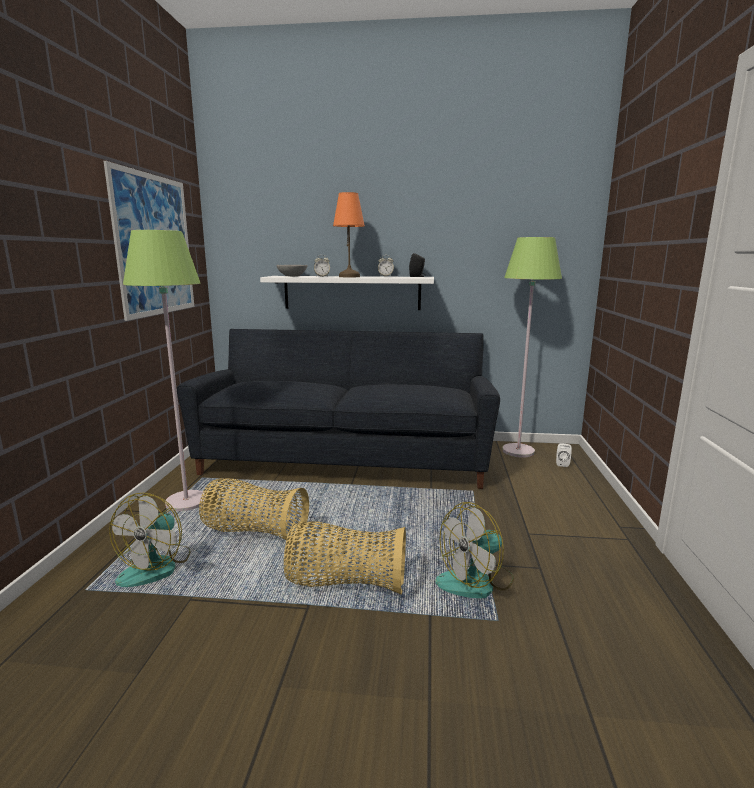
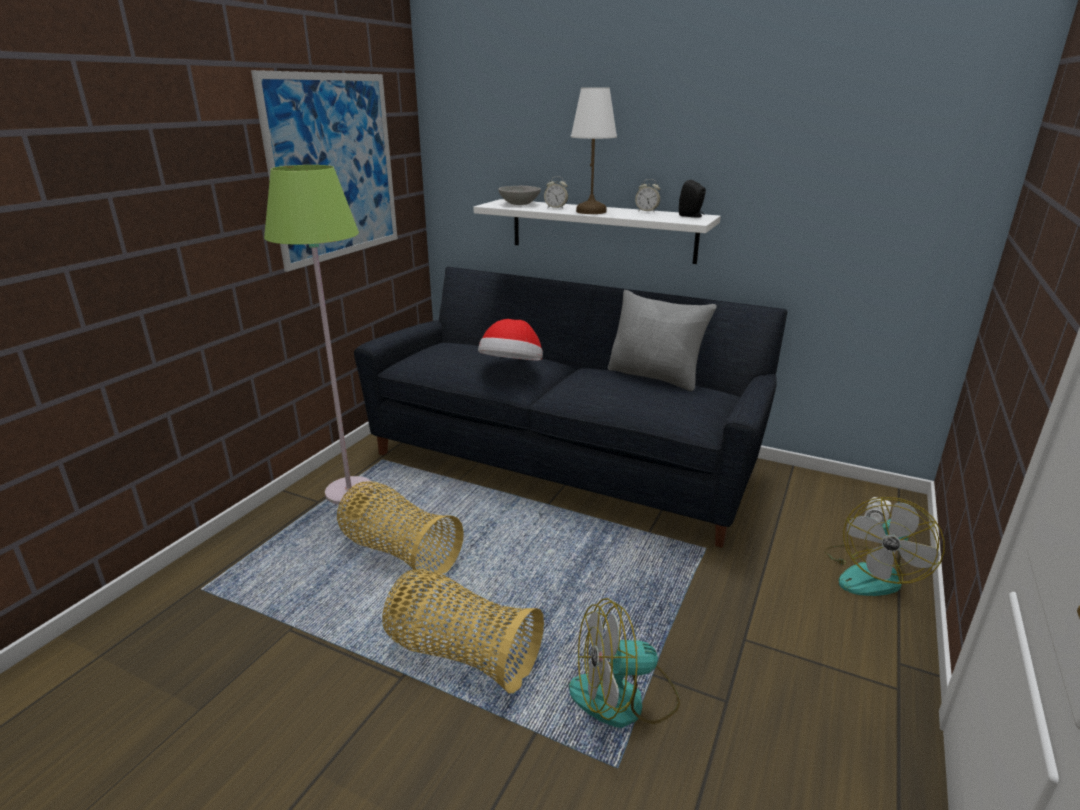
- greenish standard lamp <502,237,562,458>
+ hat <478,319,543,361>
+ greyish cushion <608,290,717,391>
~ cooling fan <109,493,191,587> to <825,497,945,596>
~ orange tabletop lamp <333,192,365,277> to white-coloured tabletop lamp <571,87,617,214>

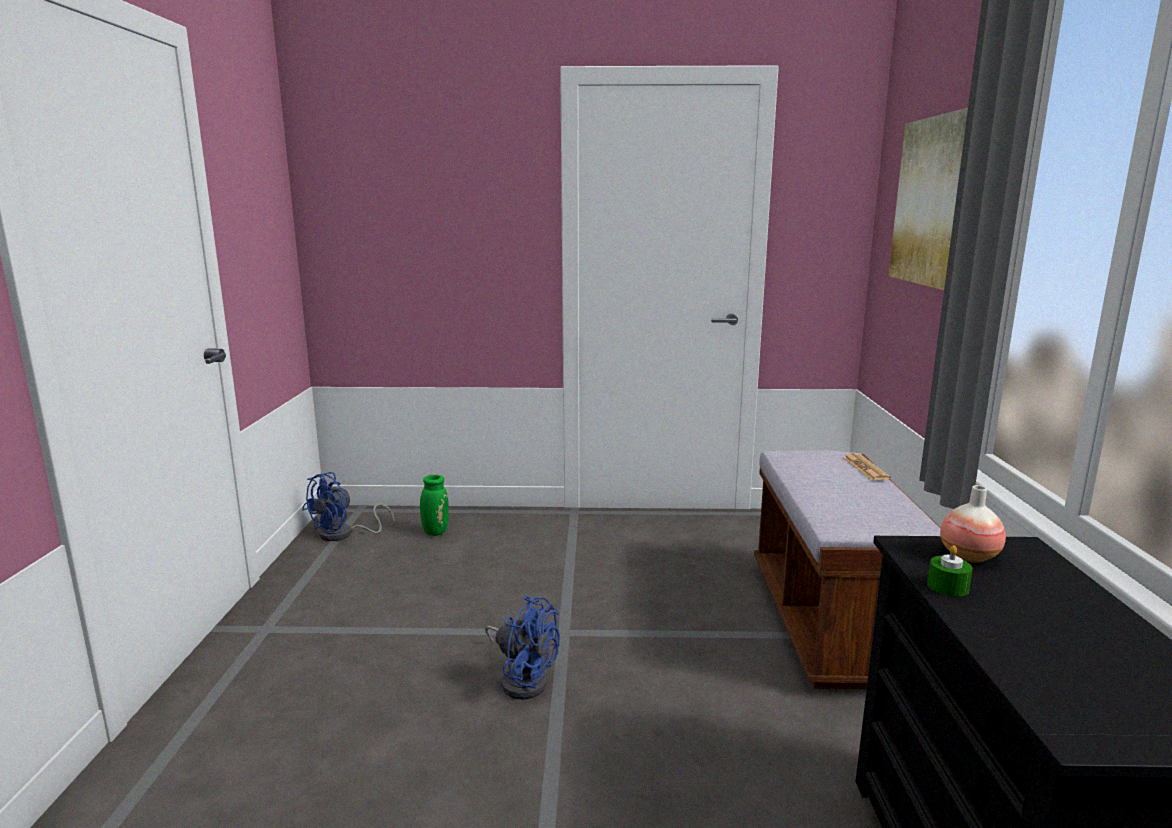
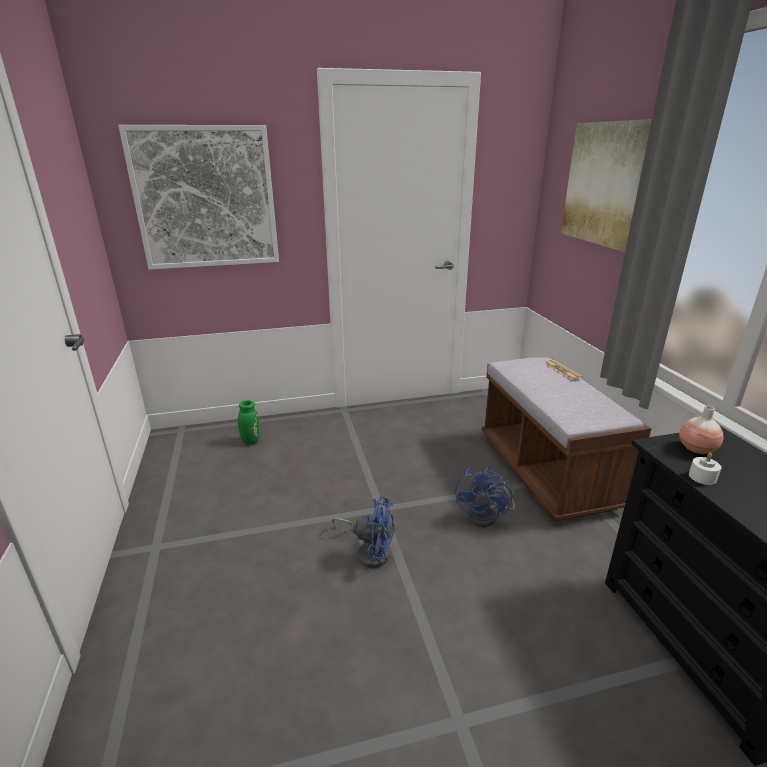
+ picture <118,125,279,270>
~ bluish cooling fan <302,472,395,541> to <455,467,515,527>
~ greenish wax candle <927,545,973,597> to white-coloured wax candle <689,453,721,485>

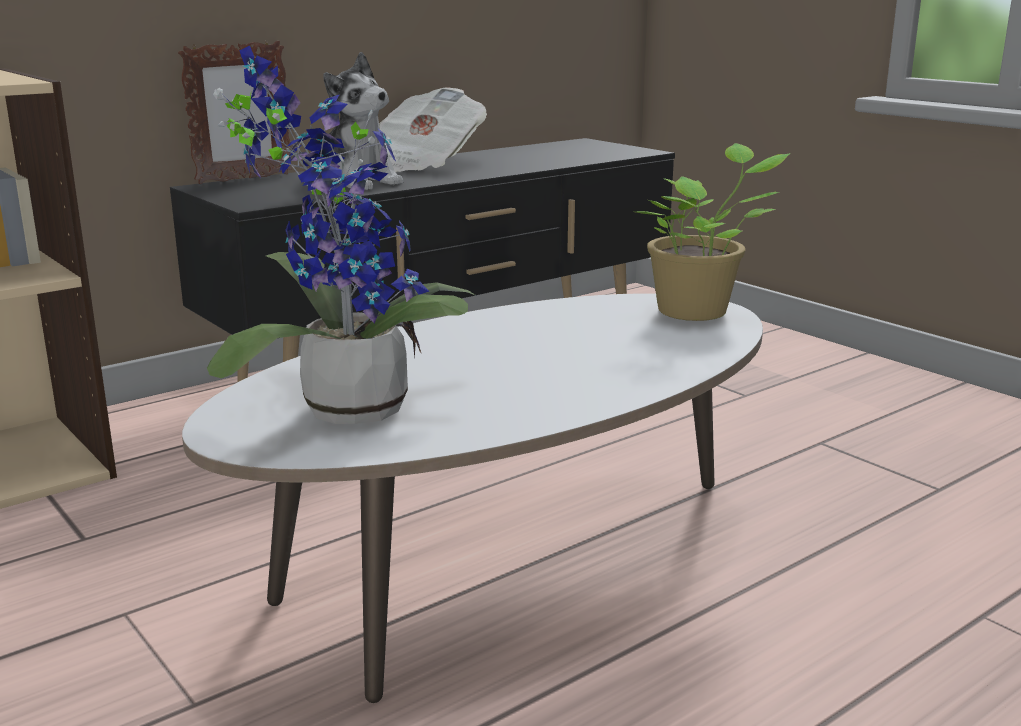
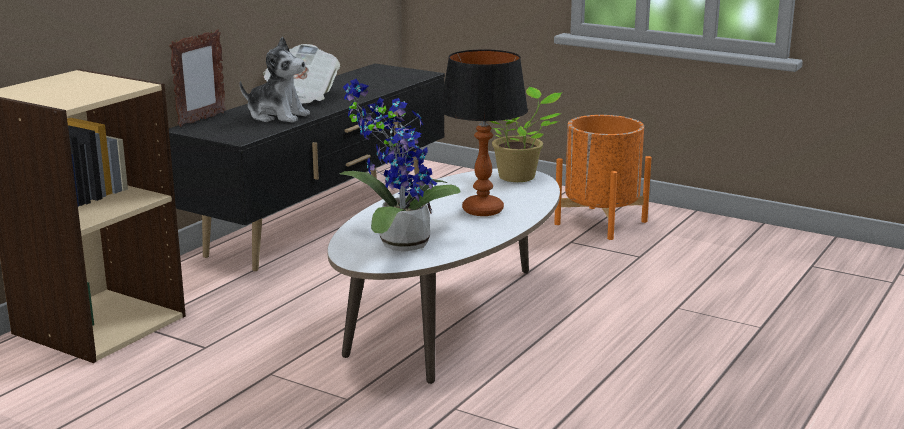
+ tabletop lamp <440,49,528,216>
+ orange flower pot <554,115,652,240>

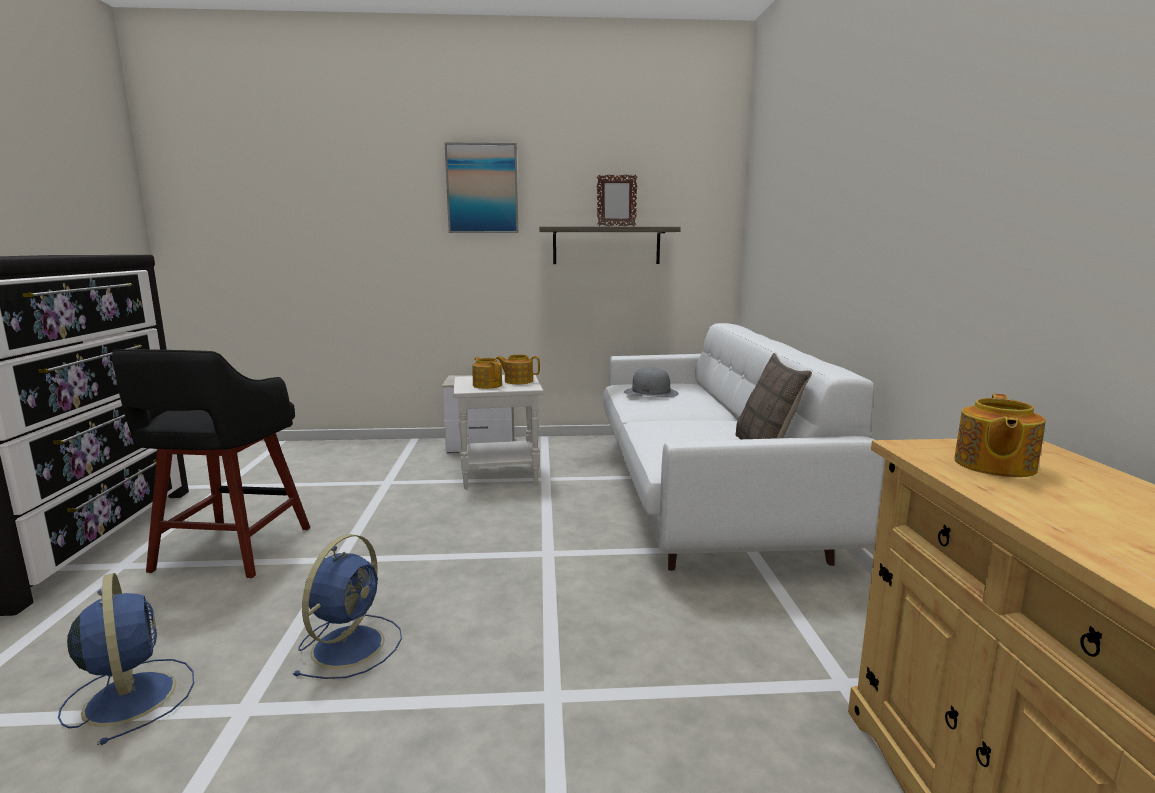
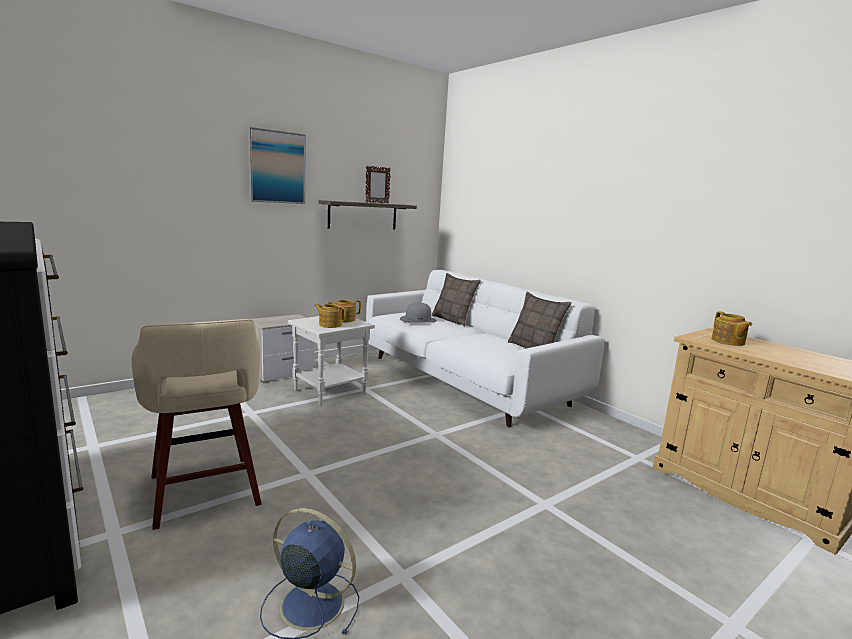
- bluish cooling fan <292,534,402,679>
+ cushion <432,273,481,326>
~ blackish sitting stool <112,349,310,578> to sand-coloured sitting stool <131,319,262,530>

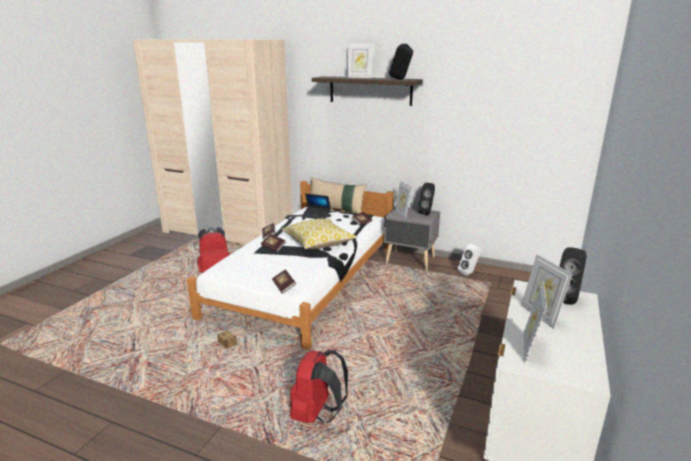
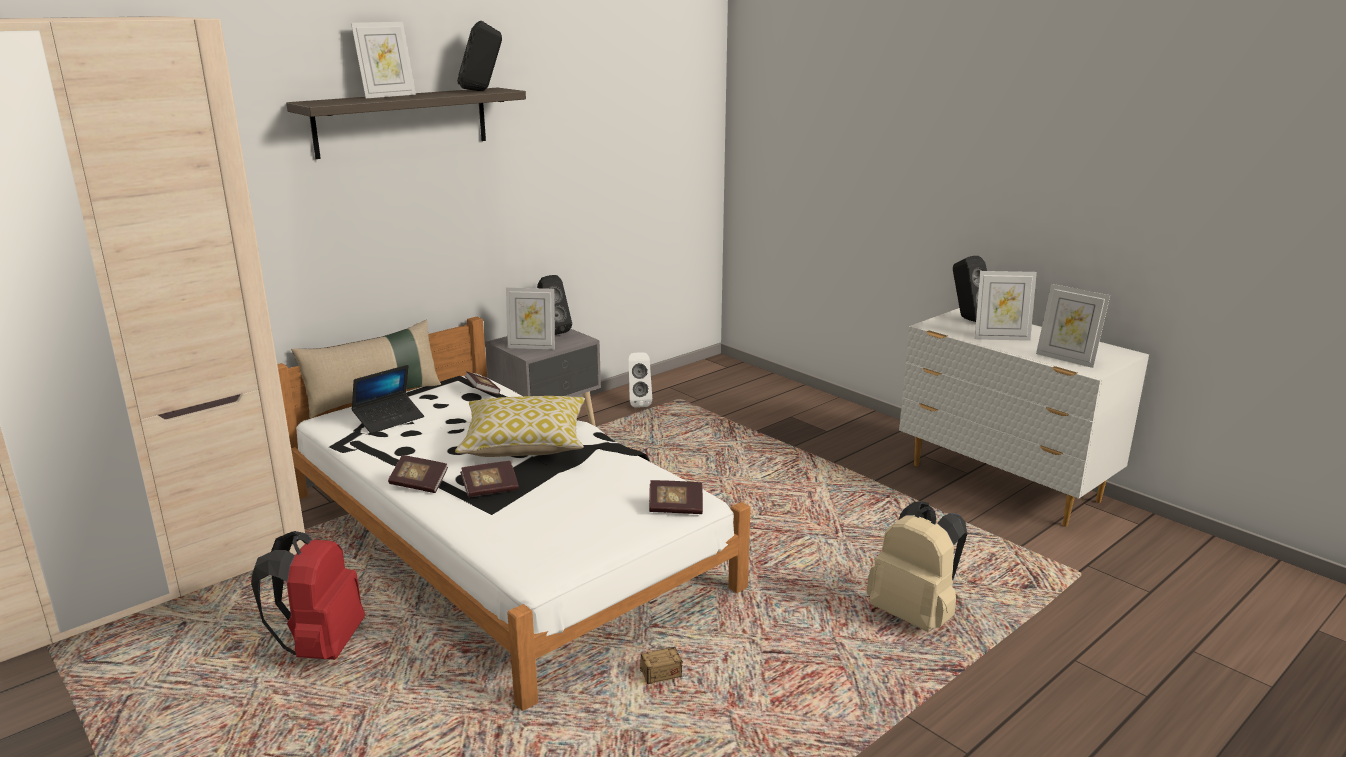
~ red-coloured rucksack <290,350,348,424> to sand-coloured rucksack <866,501,967,632>

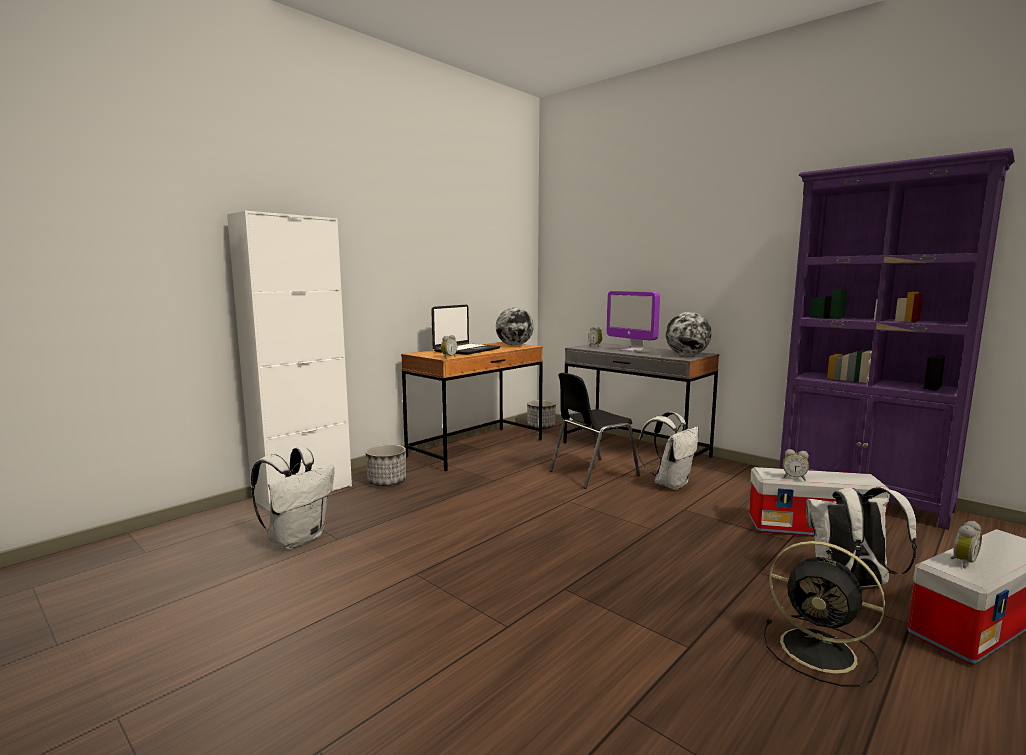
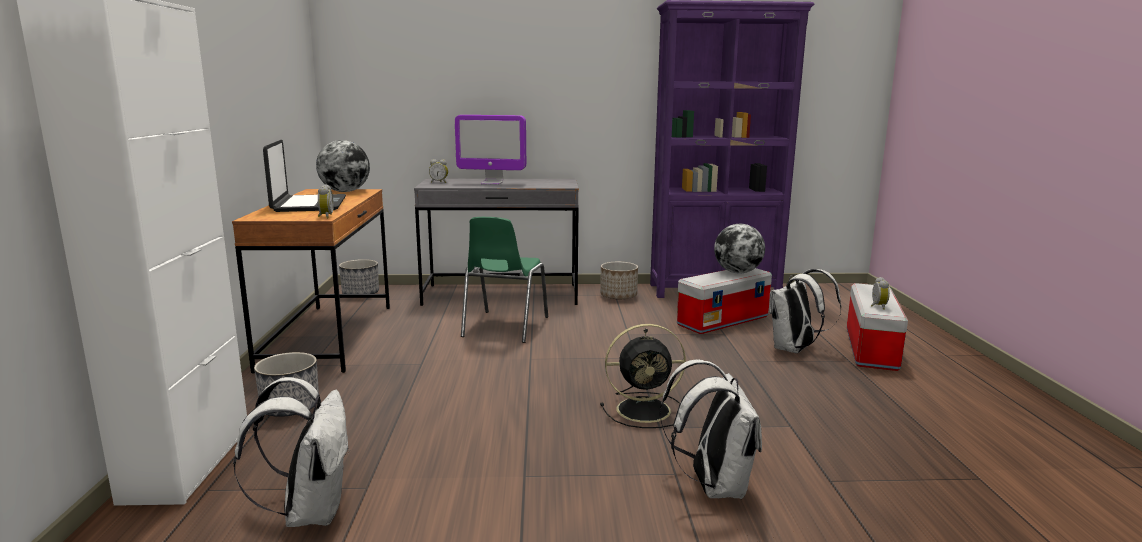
- bedside clock <783,449,809,481>
+ flower pot <600,262,638,300>
~ white-coloured rucksack <637,412,699,490> to <659,359,762,499>
~ world globe <666,312,711,356> to <714,224,765,274>
~ blackish cooling fan <764,541,885,687> to <600,324,686,428>
~ blackish upright chair <549,373,640,489> to greenish upright chair <461,217,548,343>

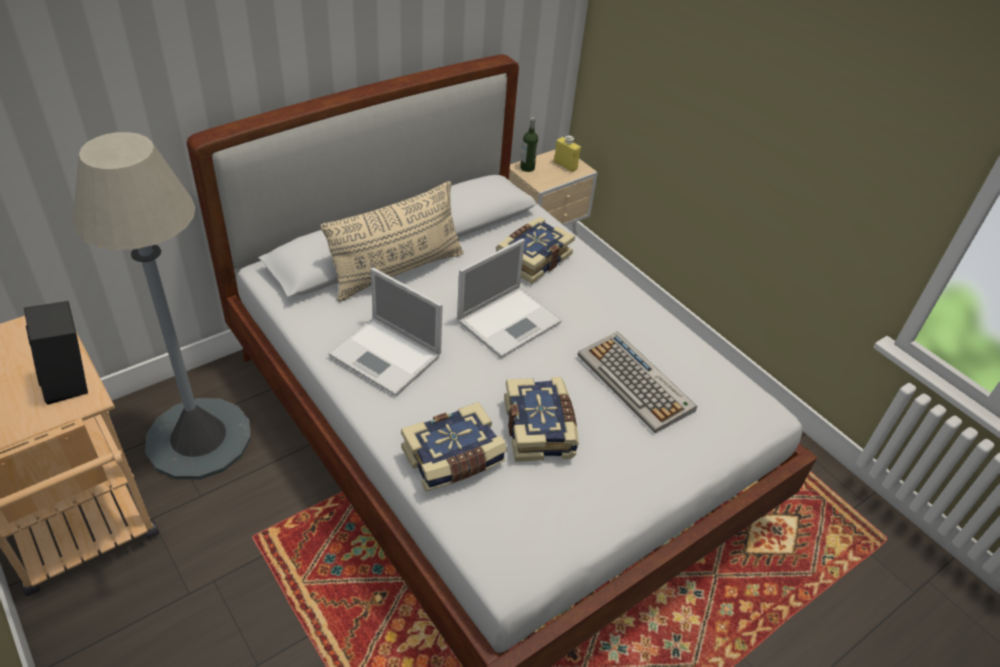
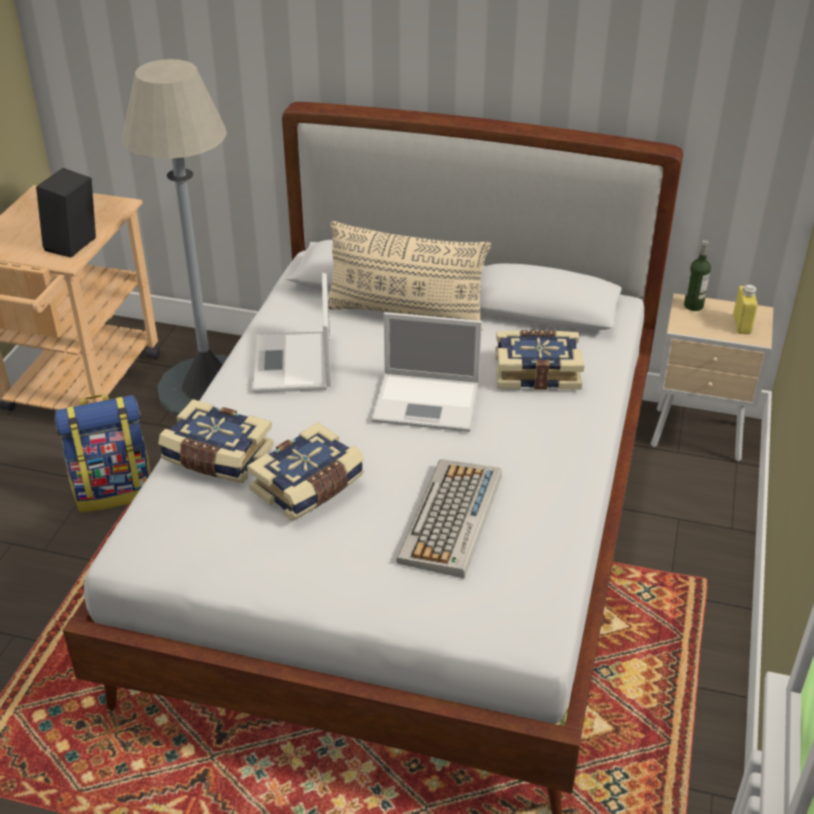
+ rucksack <55,394,151,512>

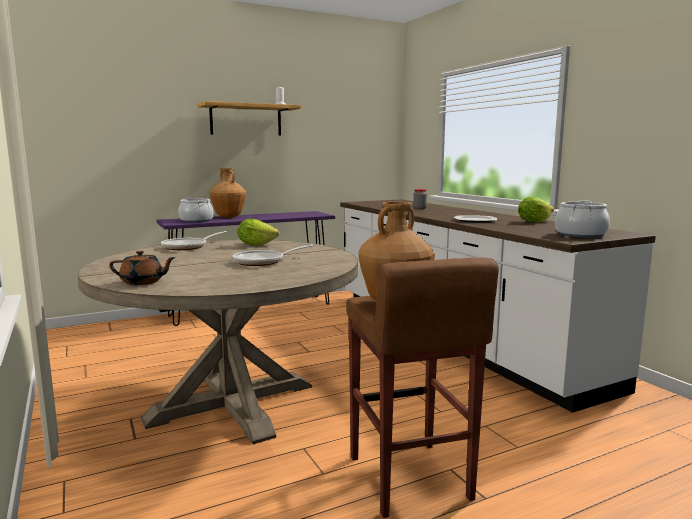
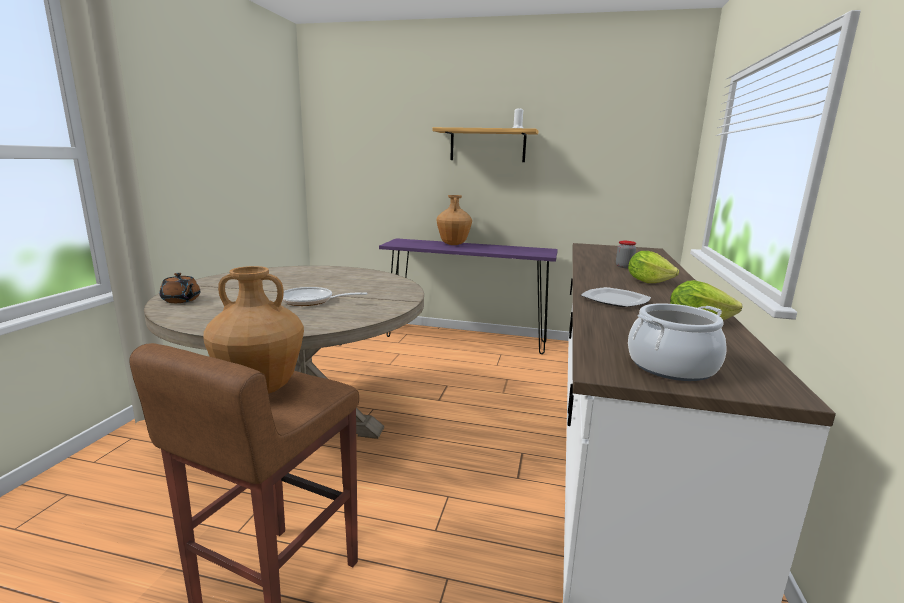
- frying pan <161,231,227,250>
- saucepot <178,198,214,222>
~ head of lettuce <238,219,280,246> to <628,251,679,283>

